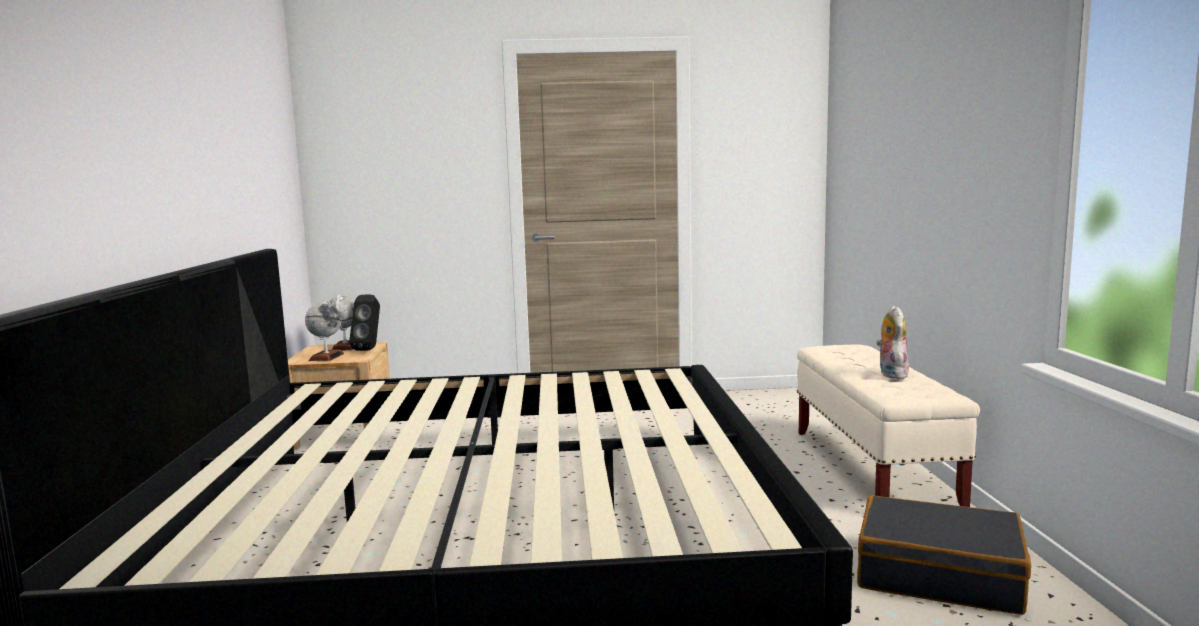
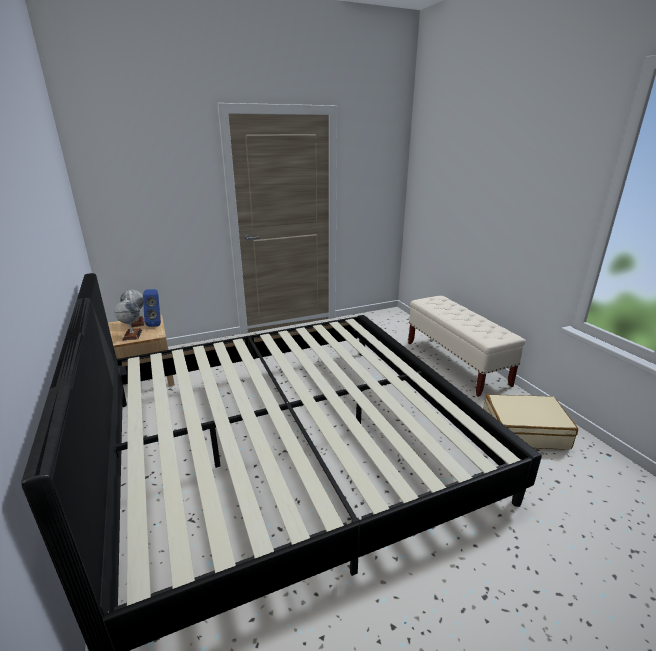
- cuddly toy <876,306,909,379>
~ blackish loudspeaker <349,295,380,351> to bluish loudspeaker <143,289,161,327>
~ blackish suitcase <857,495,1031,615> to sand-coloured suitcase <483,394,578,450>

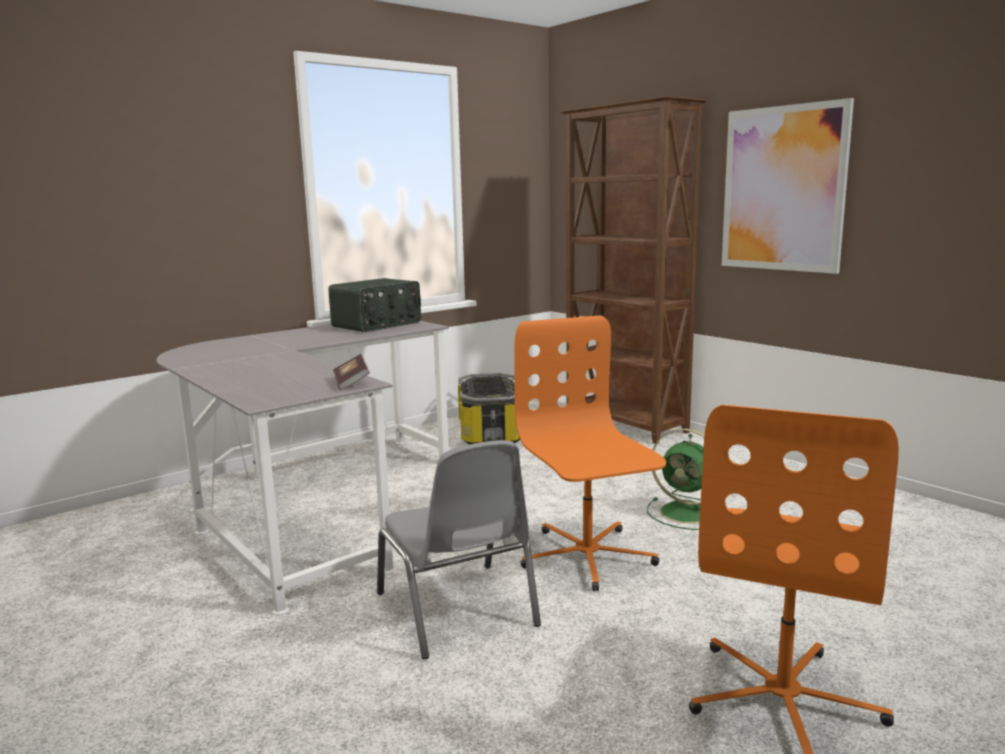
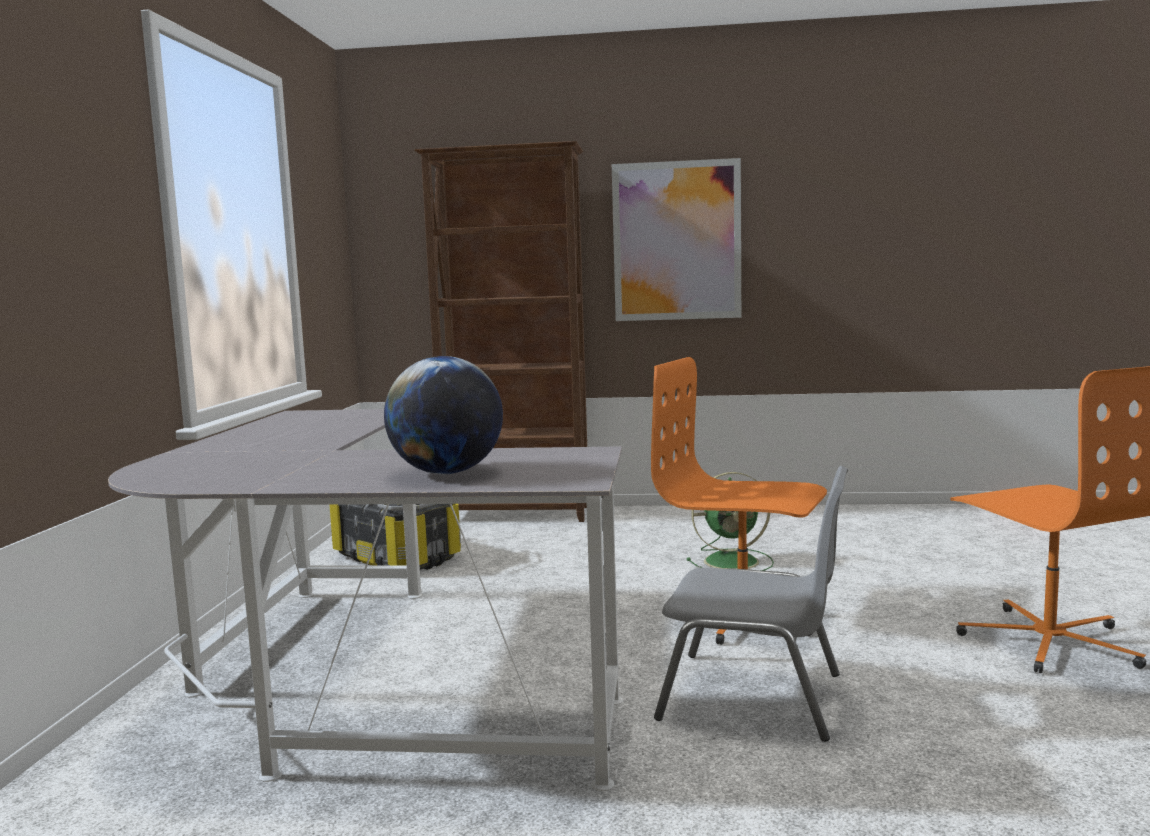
- radio set <328,278,421,332>
- bound book <333,354,370,390>
+ world globe <384,356,503,474>

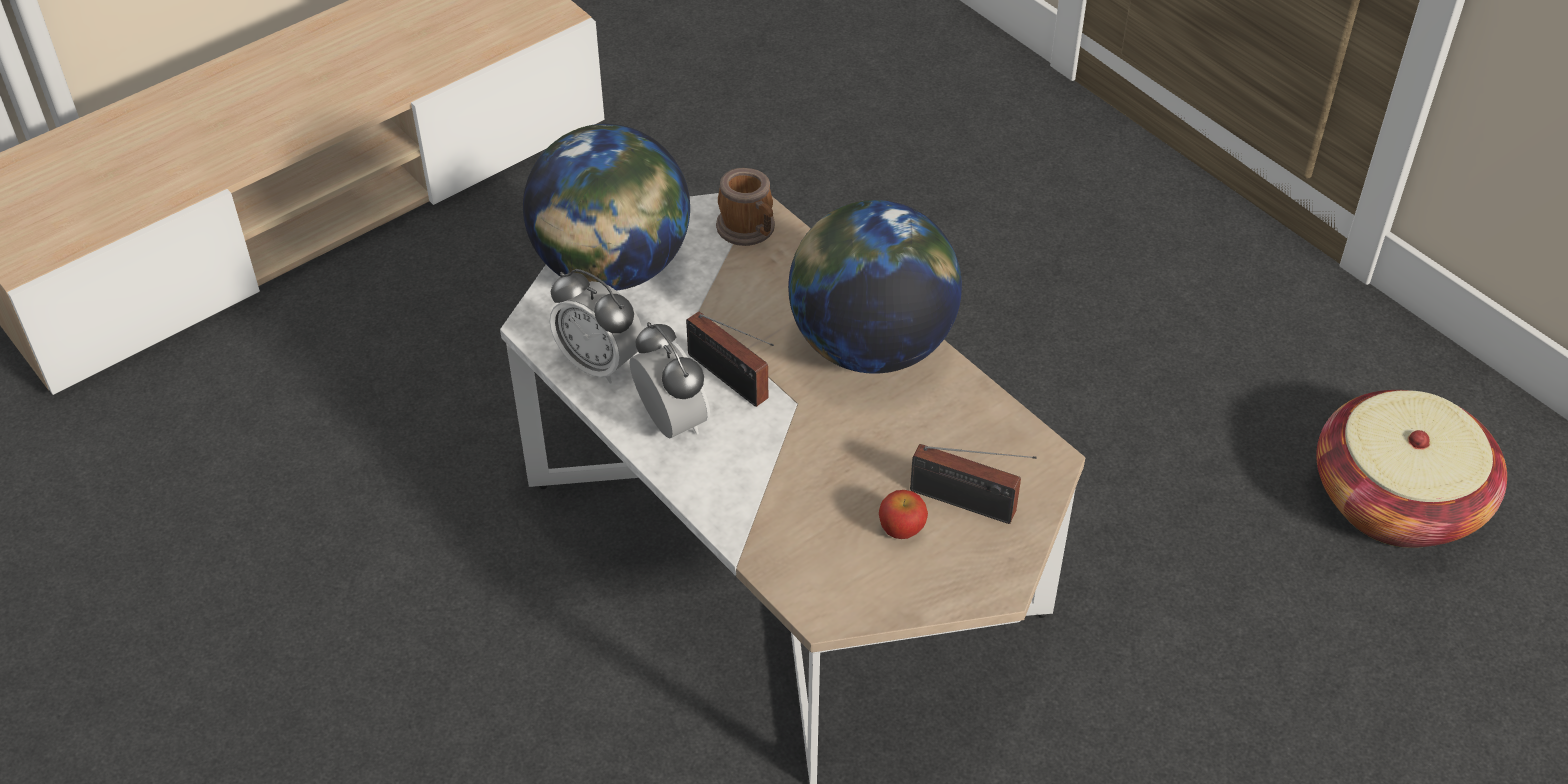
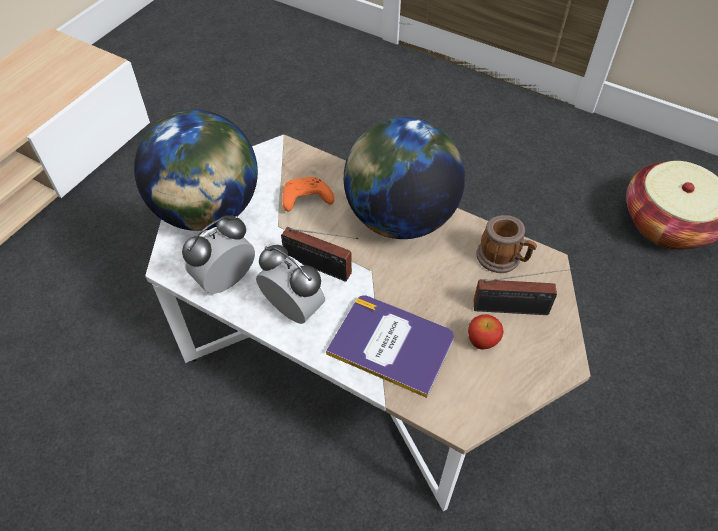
+ orange joypad <282,177,334,211>
+ bound book <326,295,454,398>
~ mug <716,168,775,246> to <477,215,537,273>
~ bedside clock <550,269,643,384> = <182,215,255,294> 120 degrees clockwise

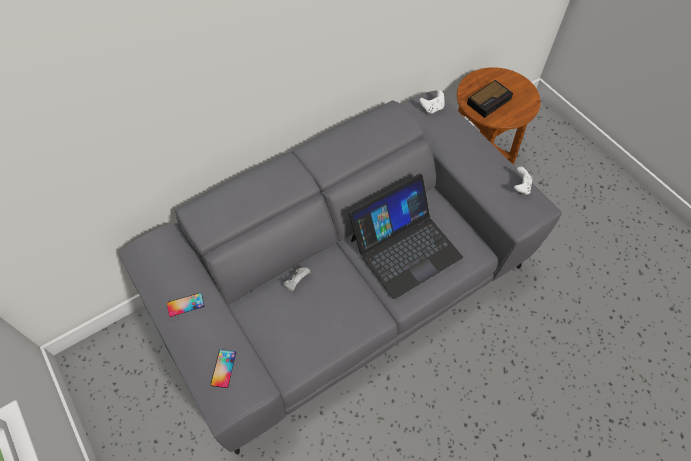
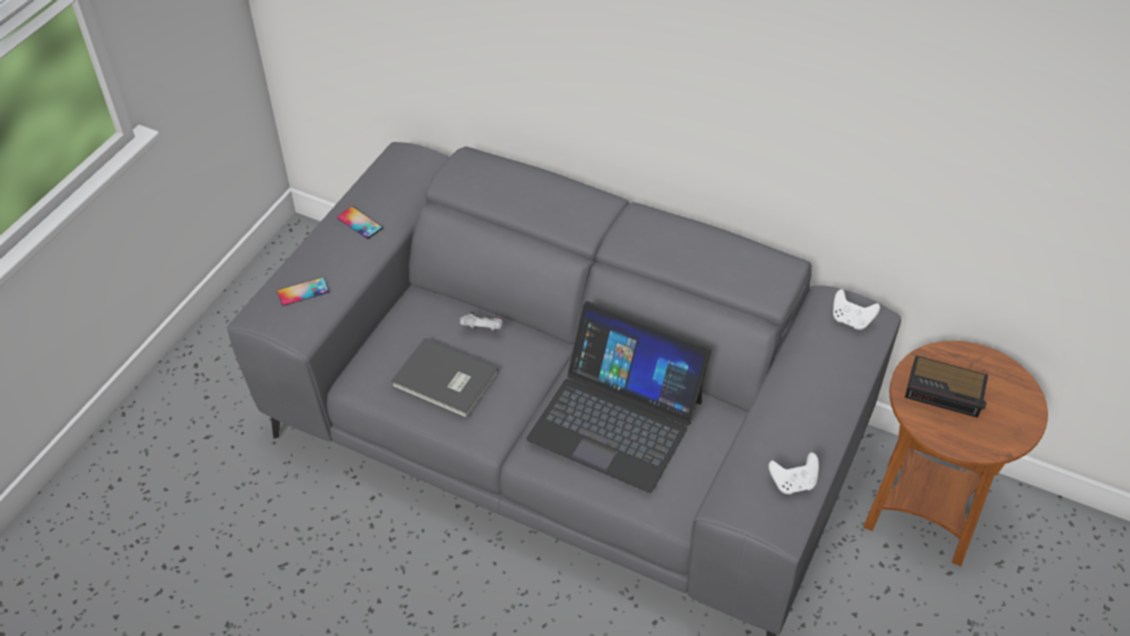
+ greyish bound book <391,338,498,418>

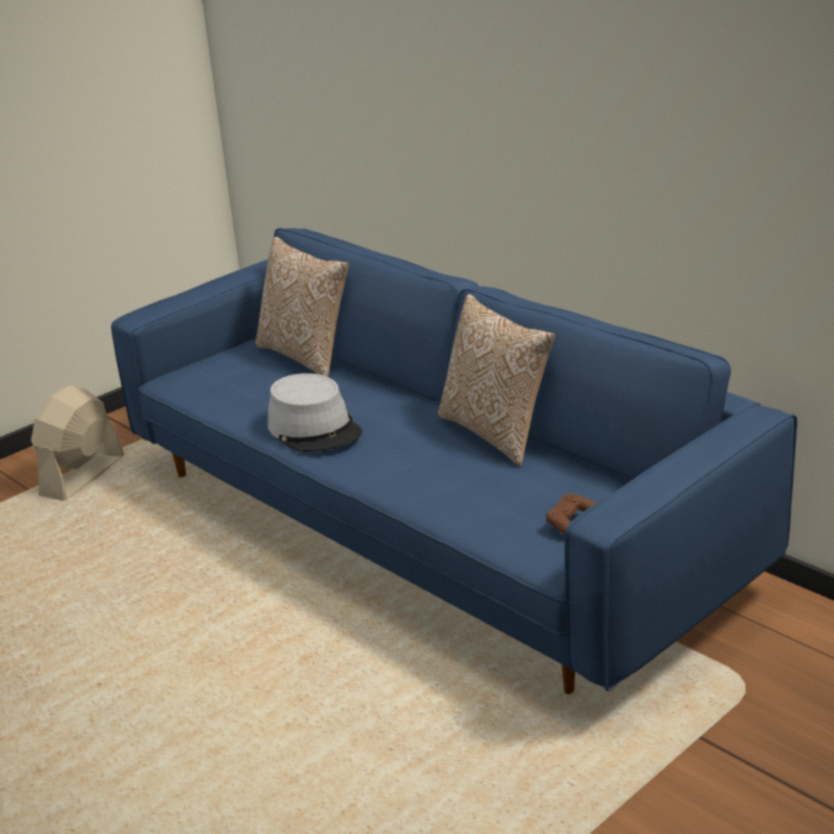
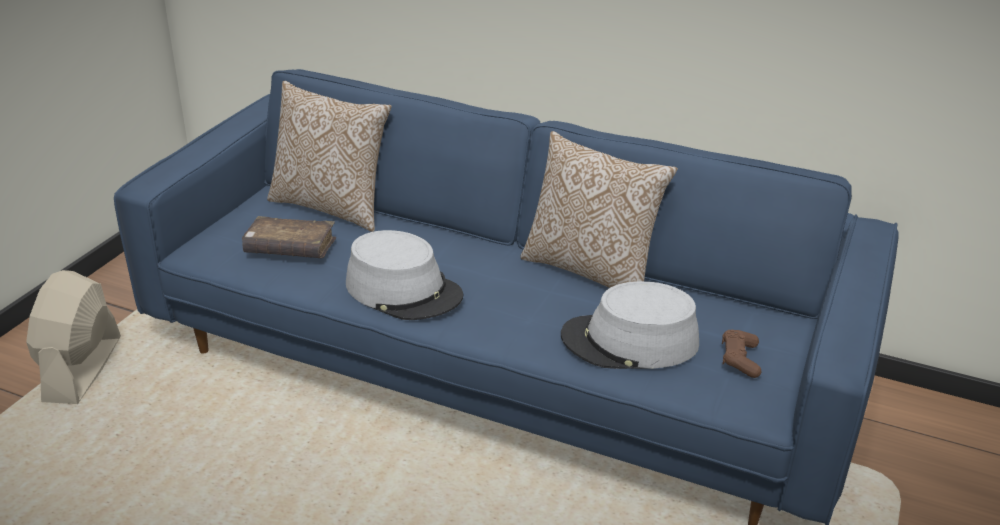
+ brown-coloured bound book <242,216,336,258>
+ greyish hat <561,281,699,369>

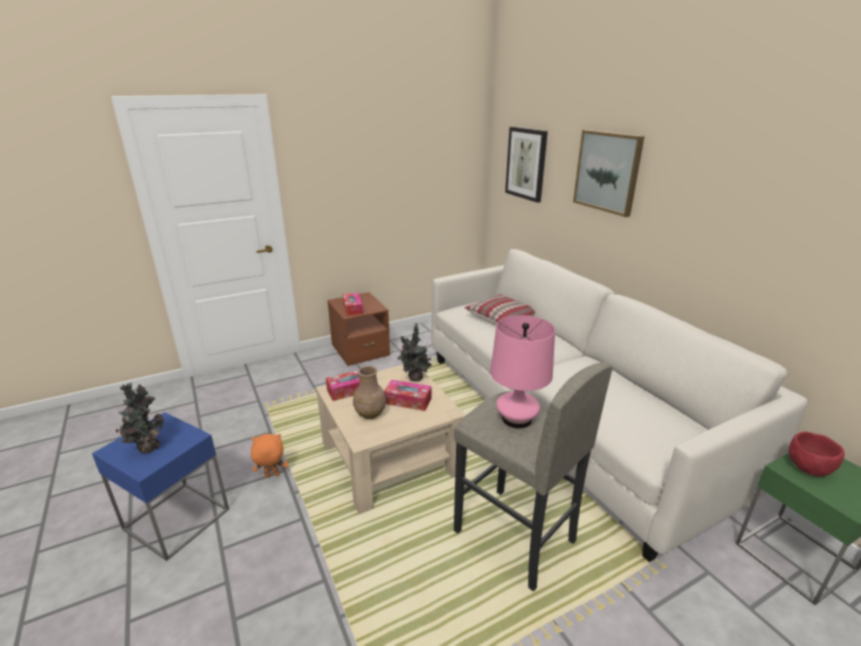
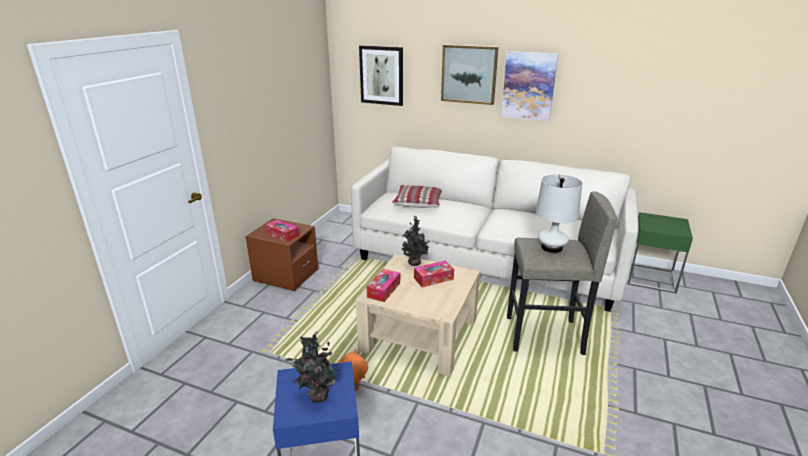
- brown-coloured decorative vase <353,366,386,419>
- red-coloured serving bowl <789,432,845,477>
+ picture <501,51,558,121>
~ pinkish tabletop lamp <490,315,555,429> to white-coloured tabletop lamp <535,174,582,253>

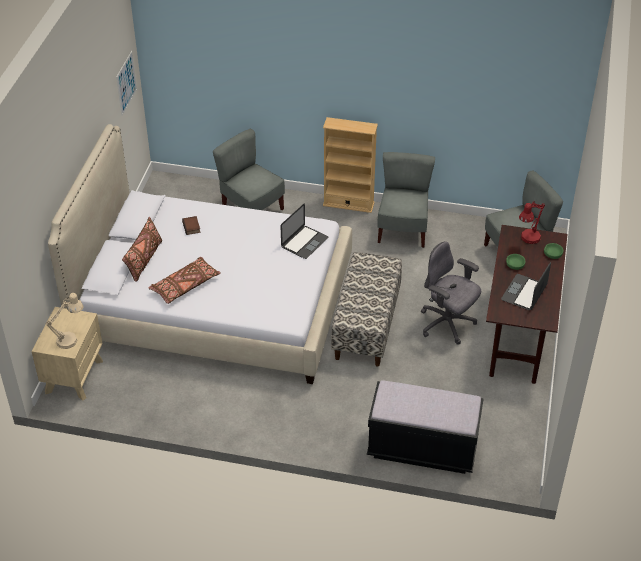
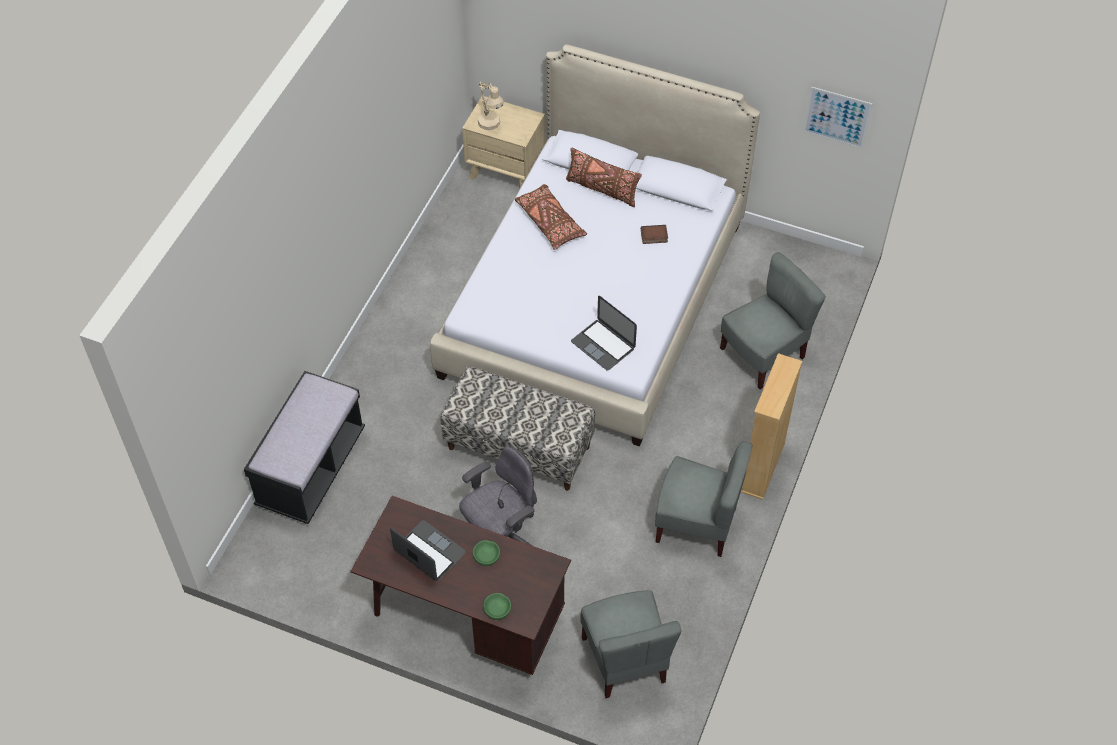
- red-coloured tabletop lamp <519,201,545,244>

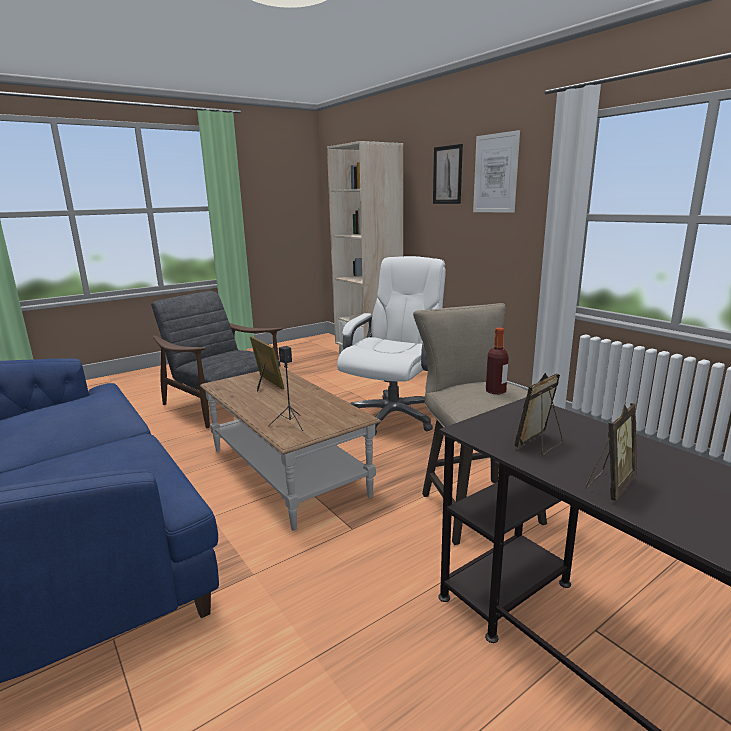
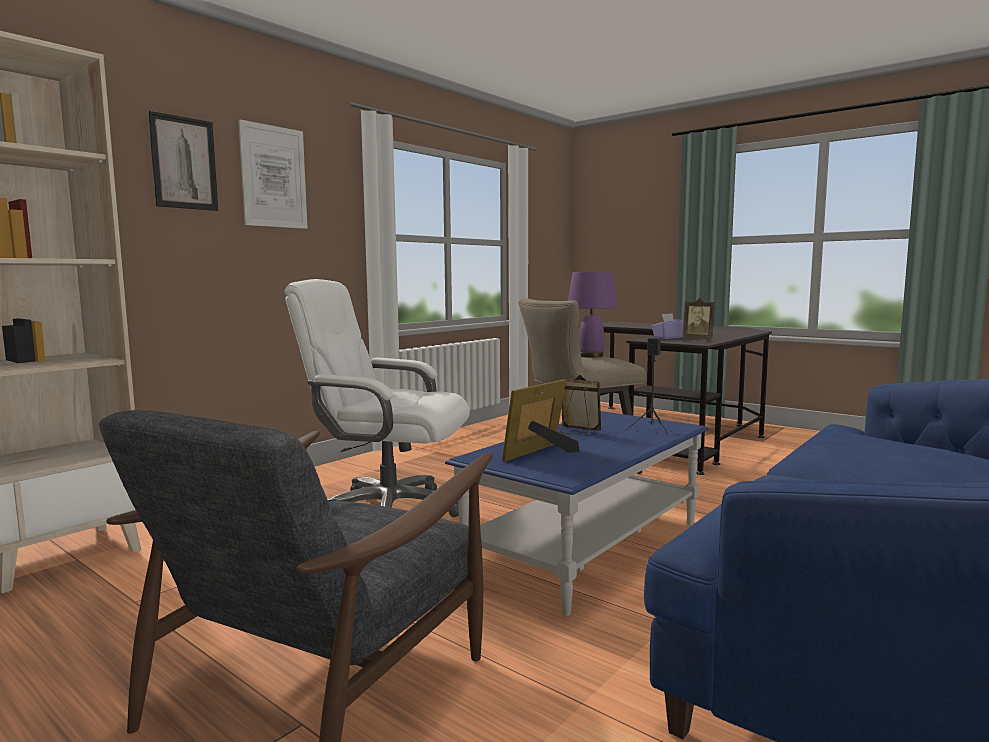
+ purple-coloured tissue holder <651,313,684,339>
~ photo frame <585,403,637,501> to <560,375,601,436>
~ bottle <486,328,509,394> to purple-coloured tabletop lamp <568,272,617,358>
~ brown-coloured lounge table <200,366,382,531> to bluish lounge table <445,411,709,616>

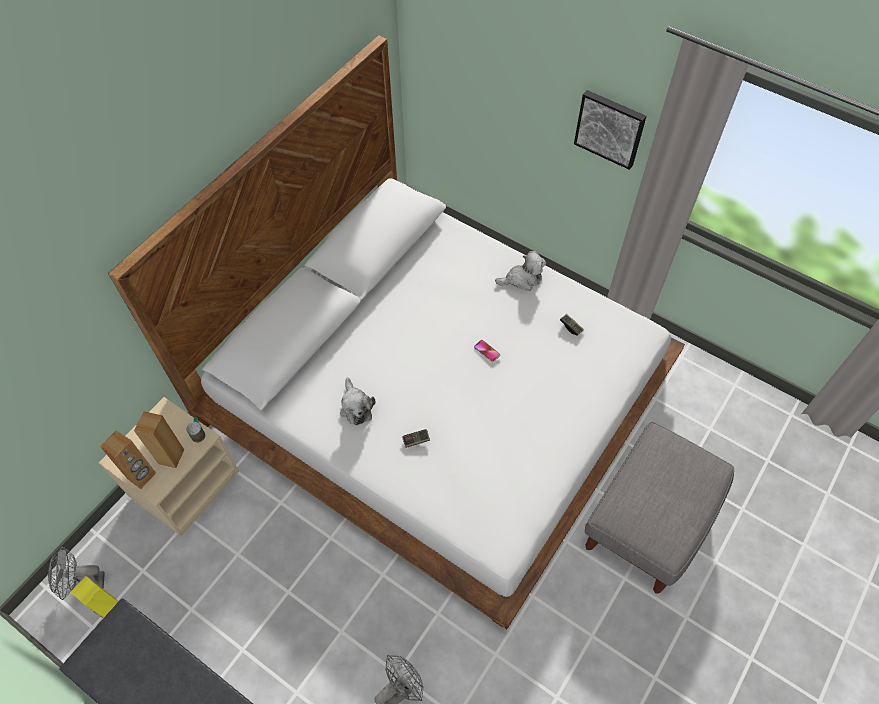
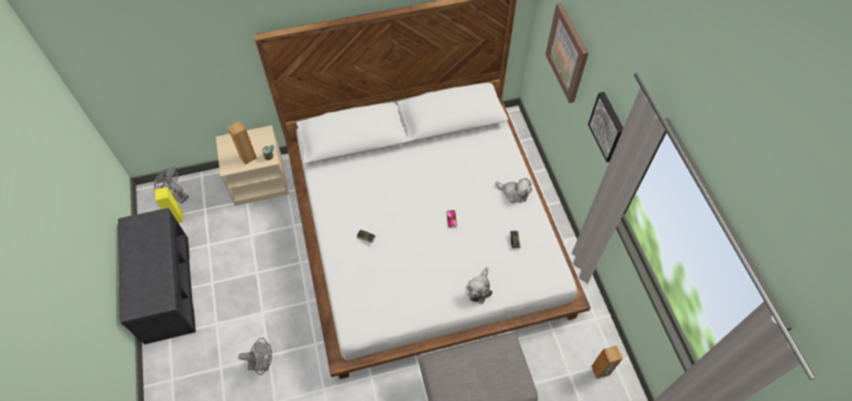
+ picture <545,3,589,103>
~ brown-coloured loudspeaker <100,430,156,489> to <591,346,623,379>
~ cuddly toy <340,377,375,425> to <466,267,492,304>

